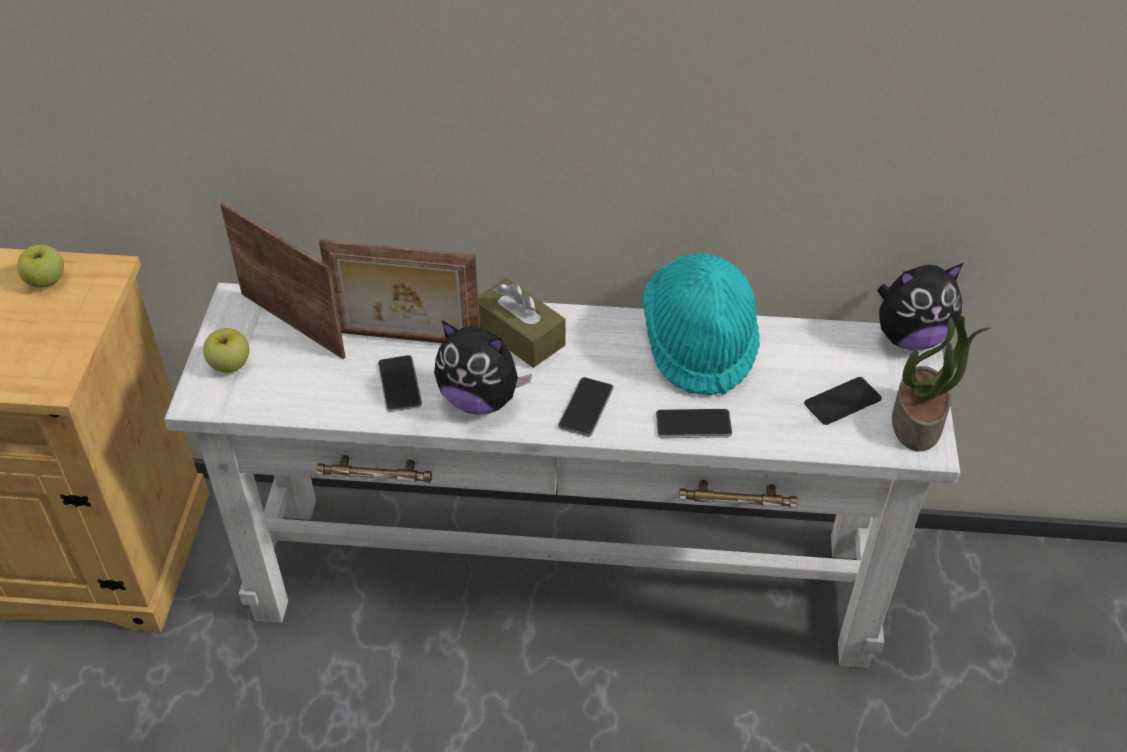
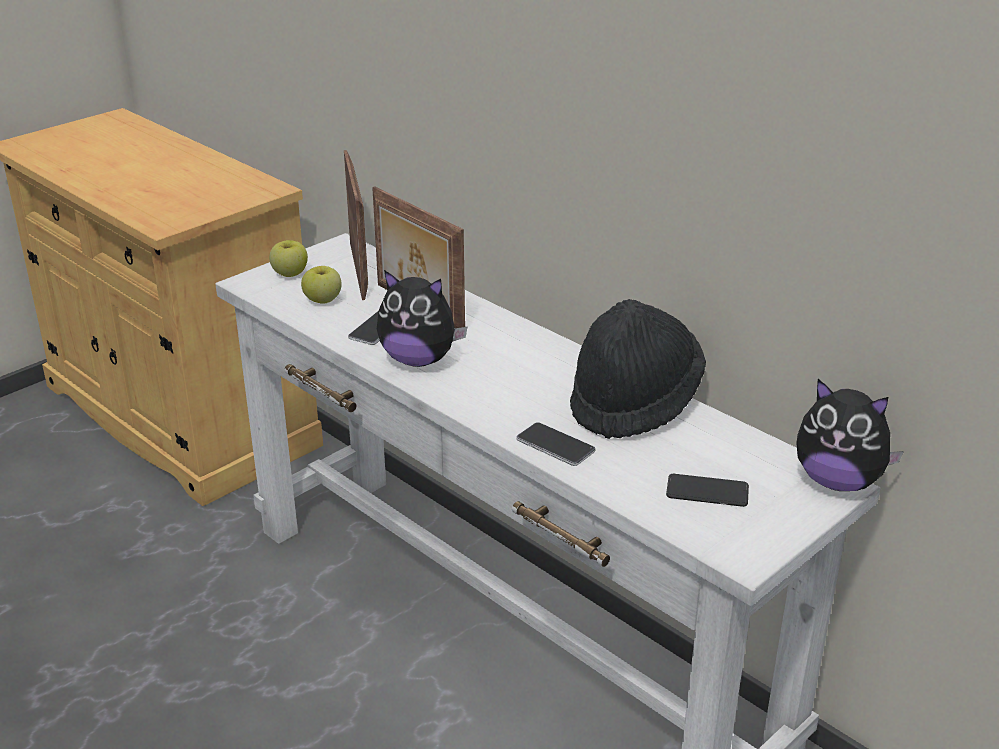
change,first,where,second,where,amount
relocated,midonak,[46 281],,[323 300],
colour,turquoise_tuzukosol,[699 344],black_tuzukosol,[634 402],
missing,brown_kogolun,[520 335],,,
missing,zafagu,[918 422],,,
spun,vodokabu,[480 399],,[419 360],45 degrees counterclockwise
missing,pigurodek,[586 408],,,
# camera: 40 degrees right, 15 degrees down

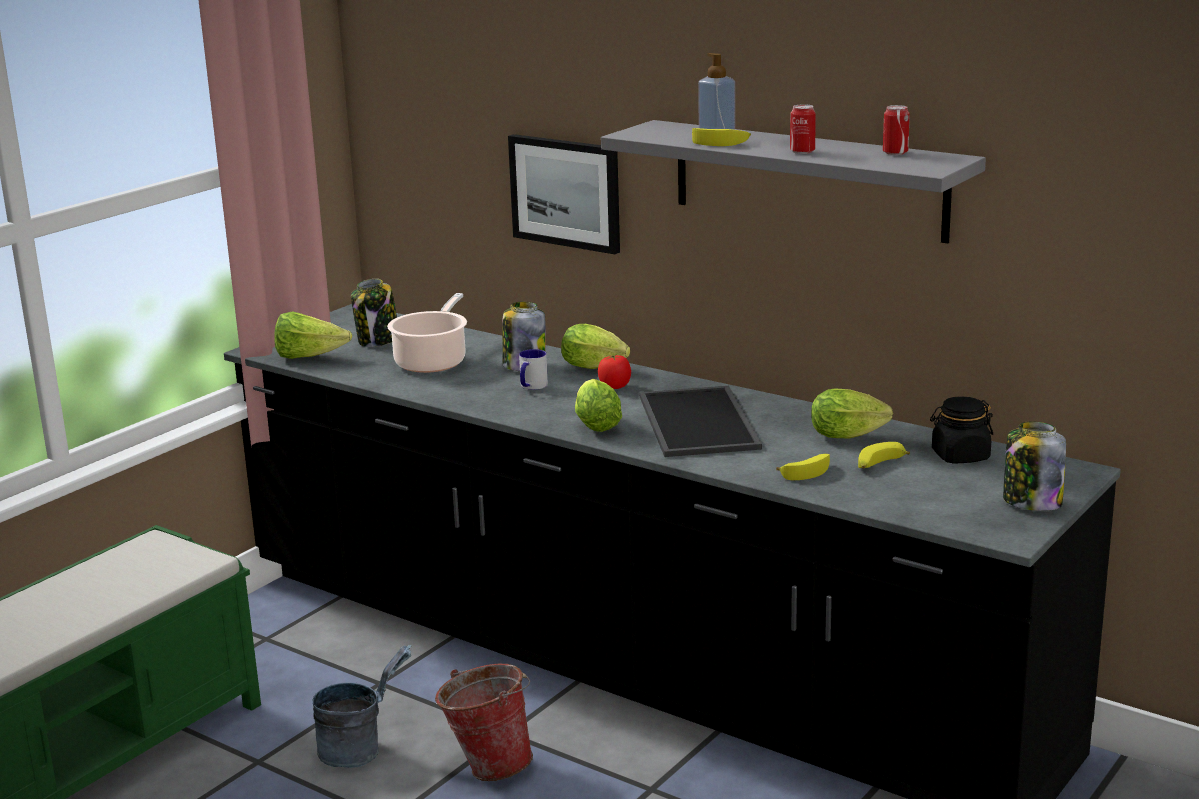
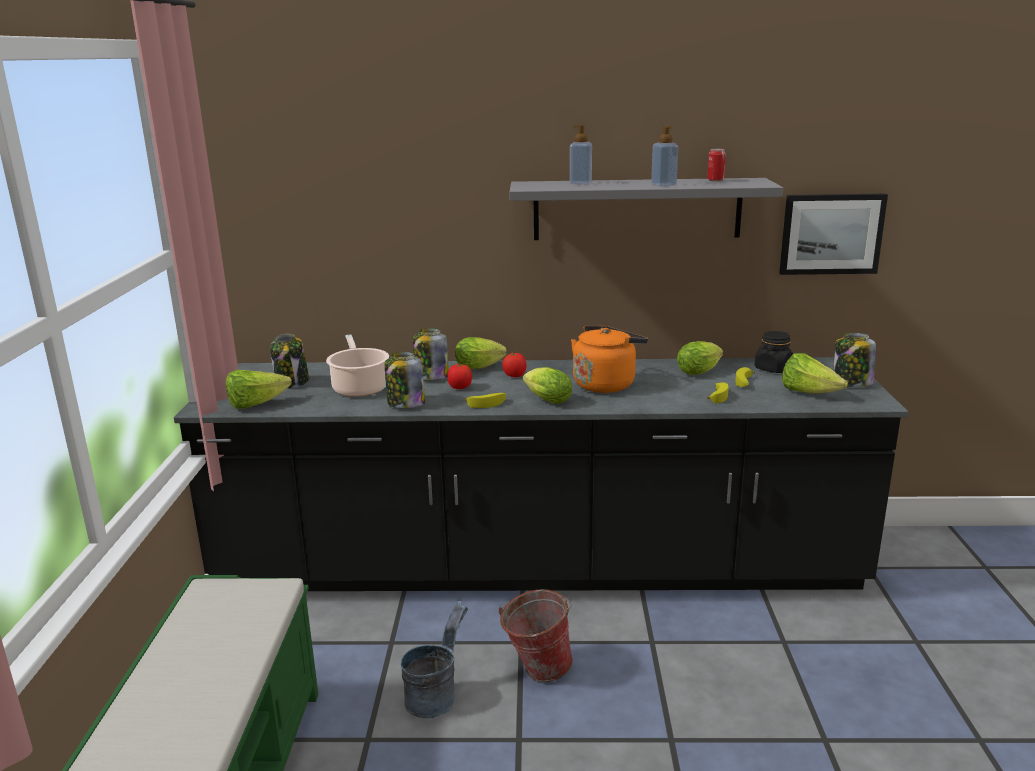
change,first,where,second,where,amount
exchanged,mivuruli,[802 151],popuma,[663 185],
relocated,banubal,[721 143],,[487 403],
relocated,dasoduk,[566 192],,[831 234],
exchanged,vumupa,[531 387],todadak,[460 387],
exchanged,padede,[701 422],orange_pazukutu,[606 384],
appeared,,,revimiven,[405 404],
appeared,,,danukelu,[808 393],
# camera: 35 degrees left, 0 degrees up

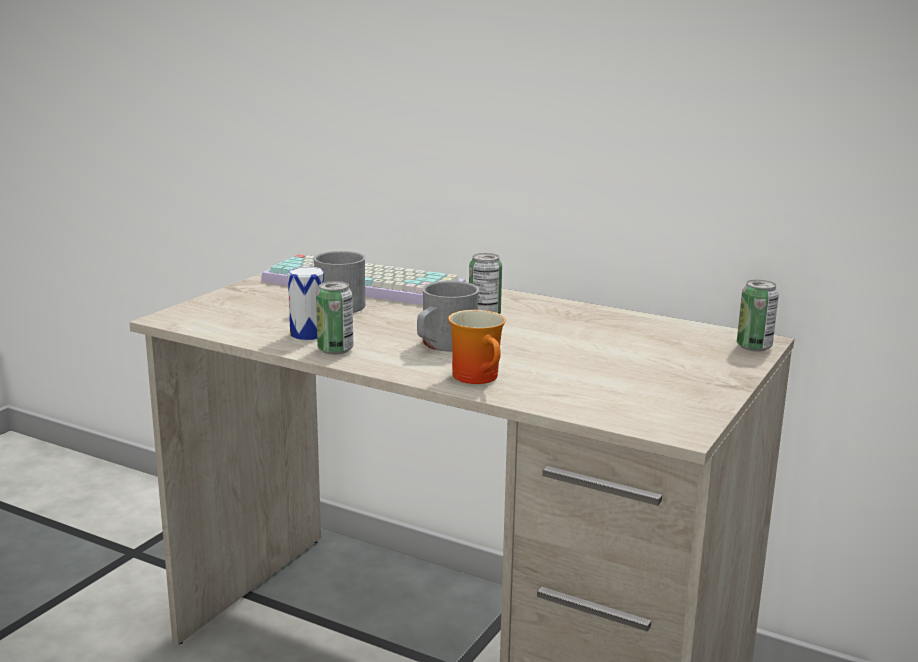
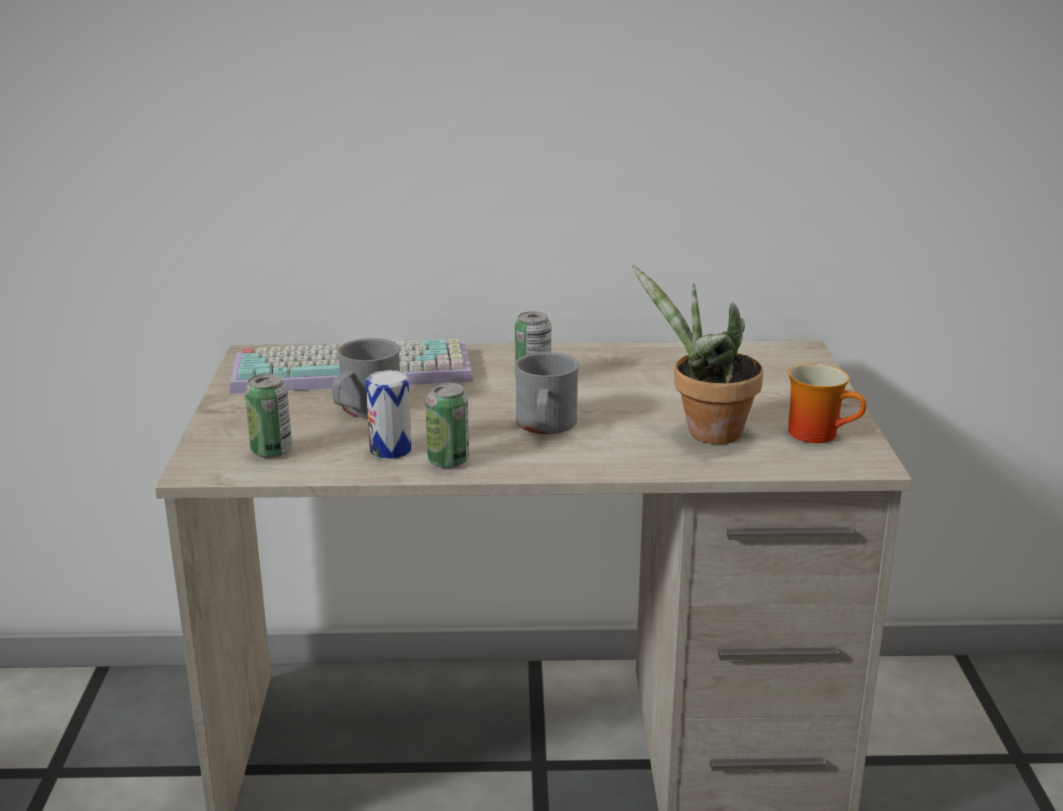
change,first,where,second,where,amount
relocated,mivuruli,[754 347],,[271 451],
relocated,vumupa,[481 377],,[819 433],
appeared,,,zafagu,[705 432],
# camera: 30 degrees left, 5 degrees up

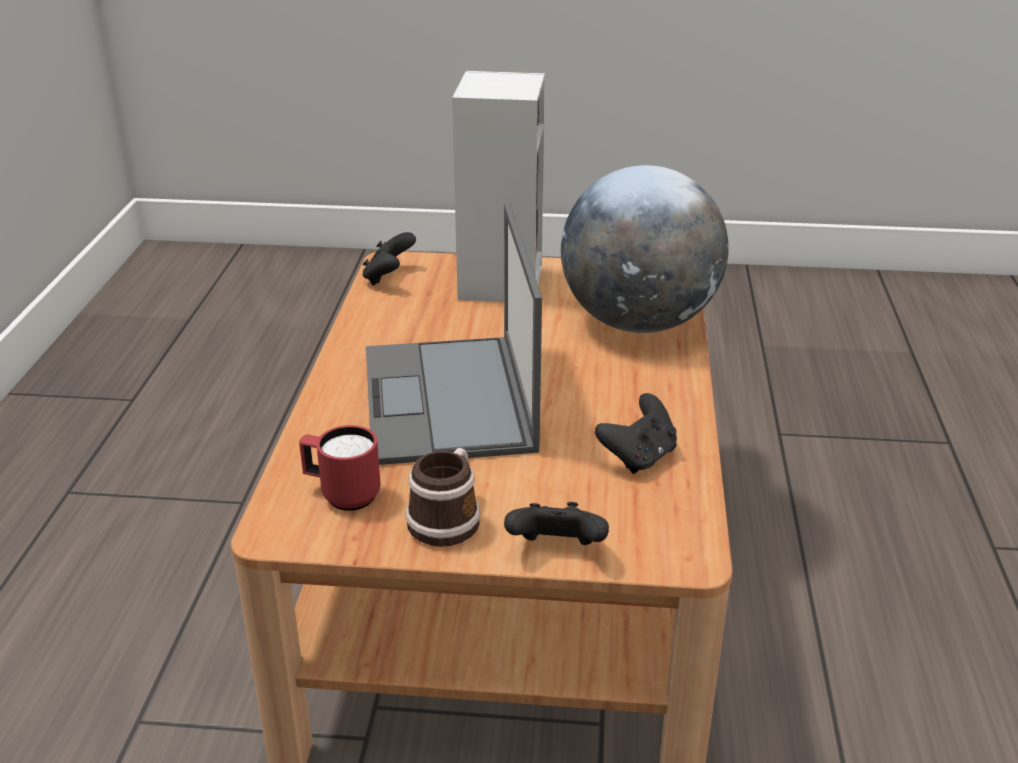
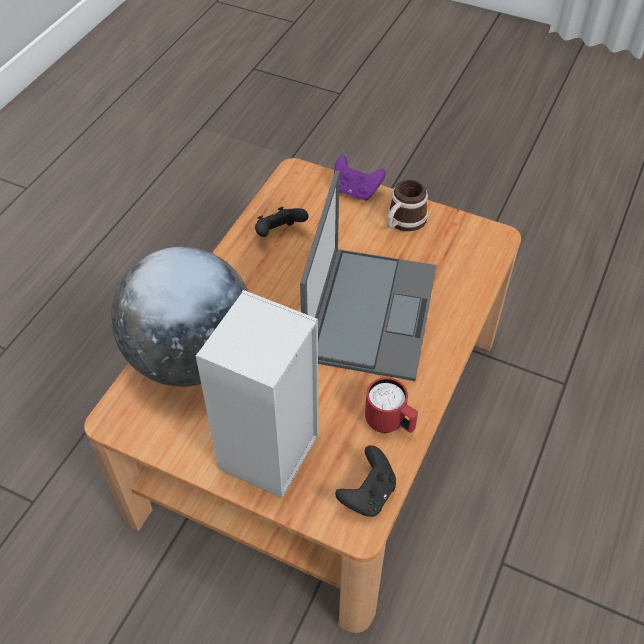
change,first,where,second,where,amount
relocated,red_vumupa,[342 495],,[390 423],
colour,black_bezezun,[556 550],purple_bezezun,[356 191],
# camera: 160 degrees left, 20 degrees up

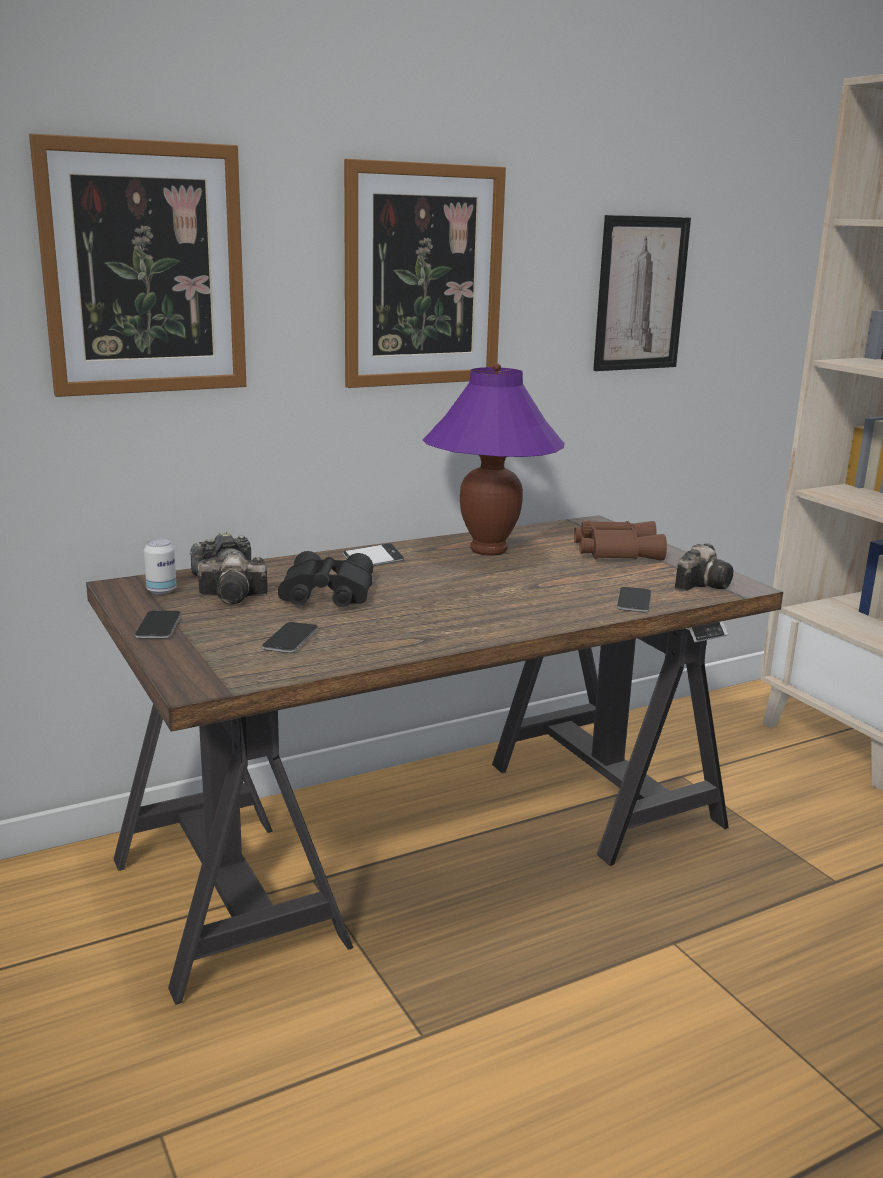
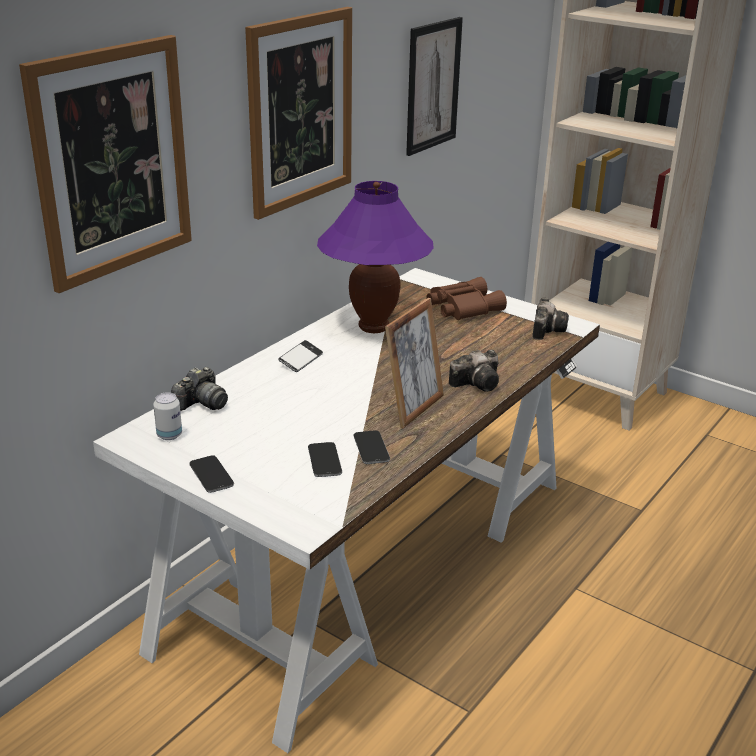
change,first,where,second,where,amount
colour,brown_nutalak,[431 841],white_nutalak,[370 560],
missing,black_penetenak,[324 594],,,
relocated,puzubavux,[235 597],,[478 383],
relocated,pigurodek,[634 601],,[371 448],
appeared,,,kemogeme,[413 408],
# camera: 25 degrees left, 10 degrees up

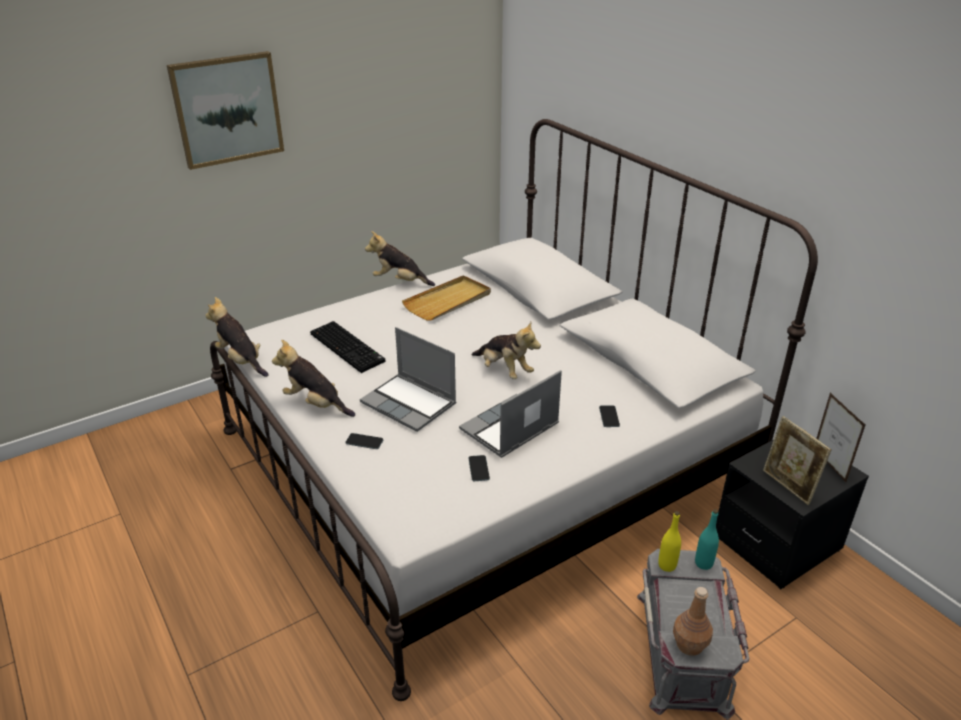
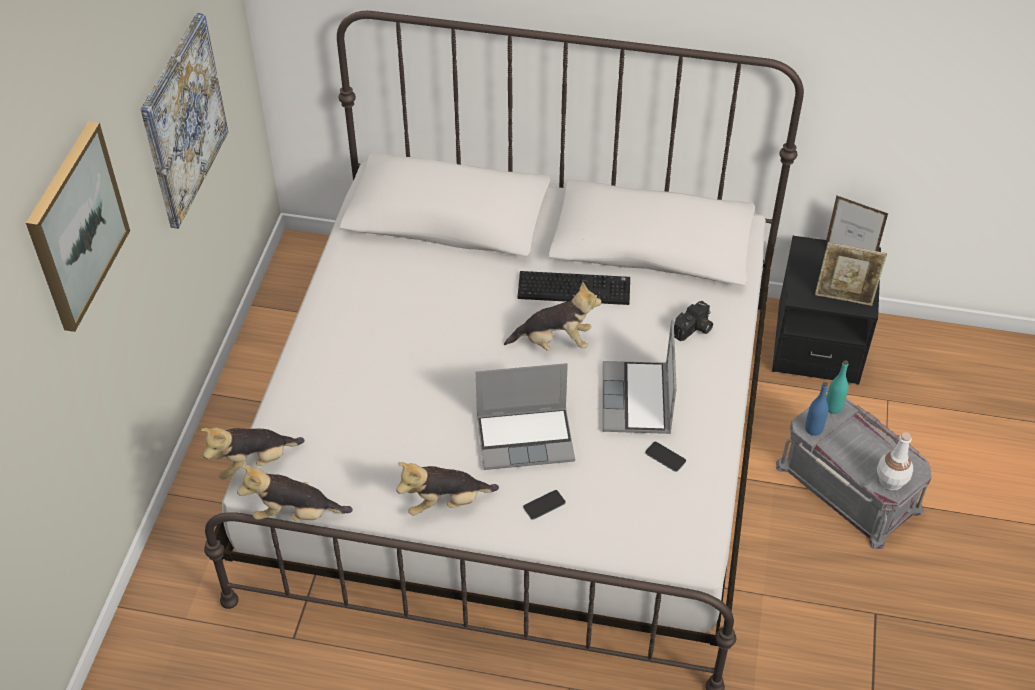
change,first,where,second,where,amount
relocated,vodokabu,[400 281],,[254 463],
missing,beige_padede,[448 301],,,
relocated,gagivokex,[349 347],,[575 288],
exchanged,pigurodek,[609 416],puzubavux,[694 330],
colour,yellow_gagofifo,[667 565],blue_gagofifo,[813 429],
colour,brown_gagofifo,[689 644],white_gagofifo,[890 481],
appeared,,,dasoduk,[183 120],
# camera: 45 degrees left, 15 degrees up

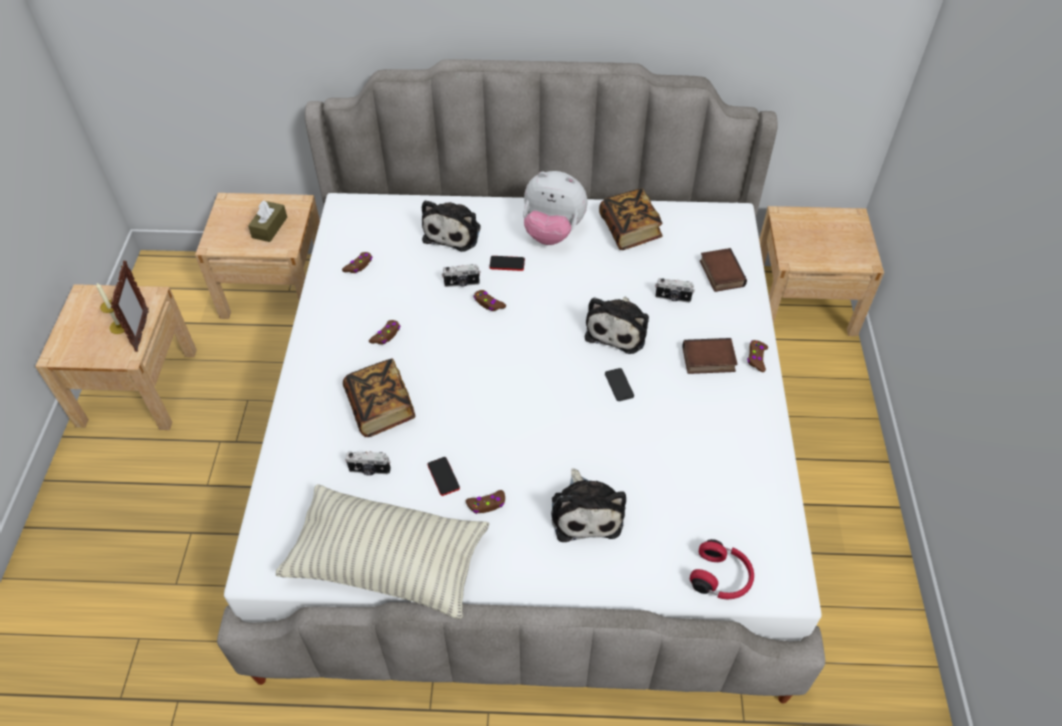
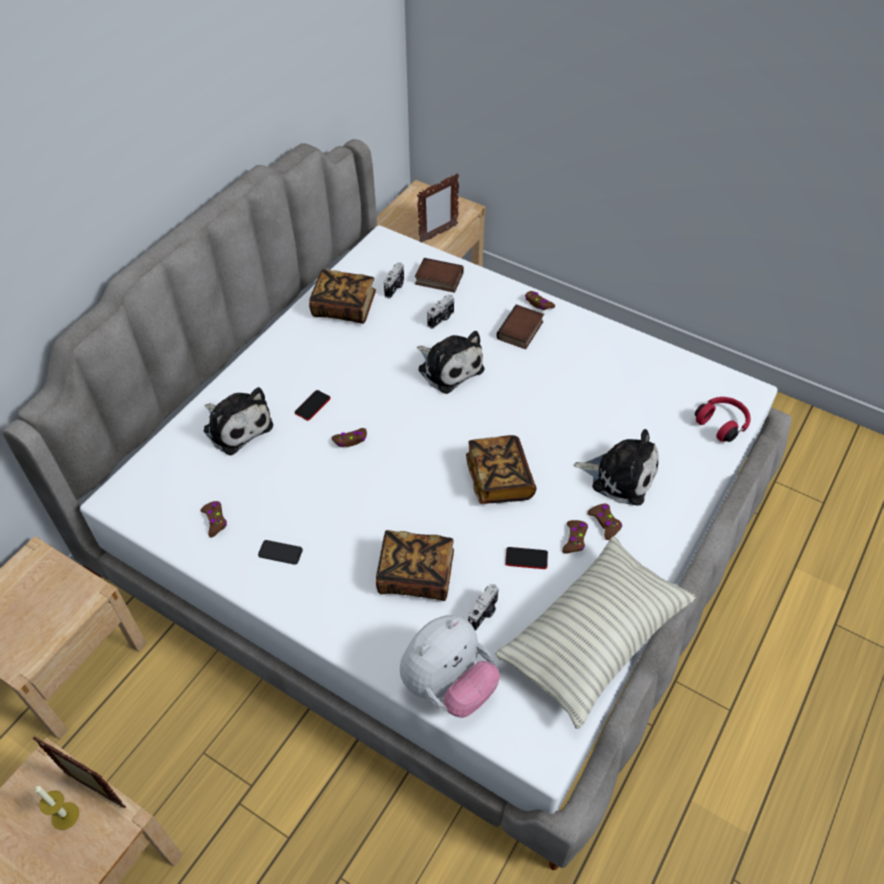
change,first,where,second,where,amount
relocated,vodokabu,[552 232],,[448 685],
missing,brown_kogolun,[269 227],,,
relocated,puzubavux,[462 284],,[395 288],
relocated,brown_bezezun,[386 335],,[605 523],
relocated,pigurodek,[619 385],,[280 552],
appeared,,,kemogeme,[438 234],
appeared,,,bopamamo,[499 480],
# camera: 60 degrees left, 0 degrees up

